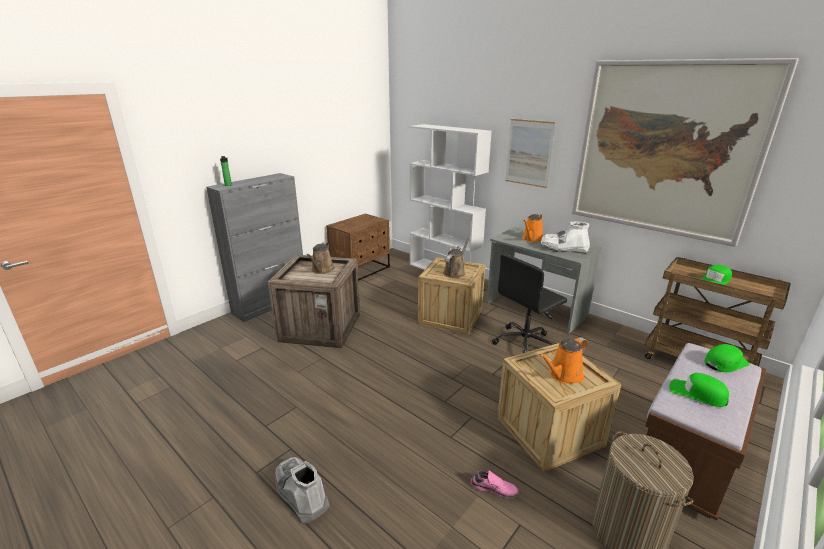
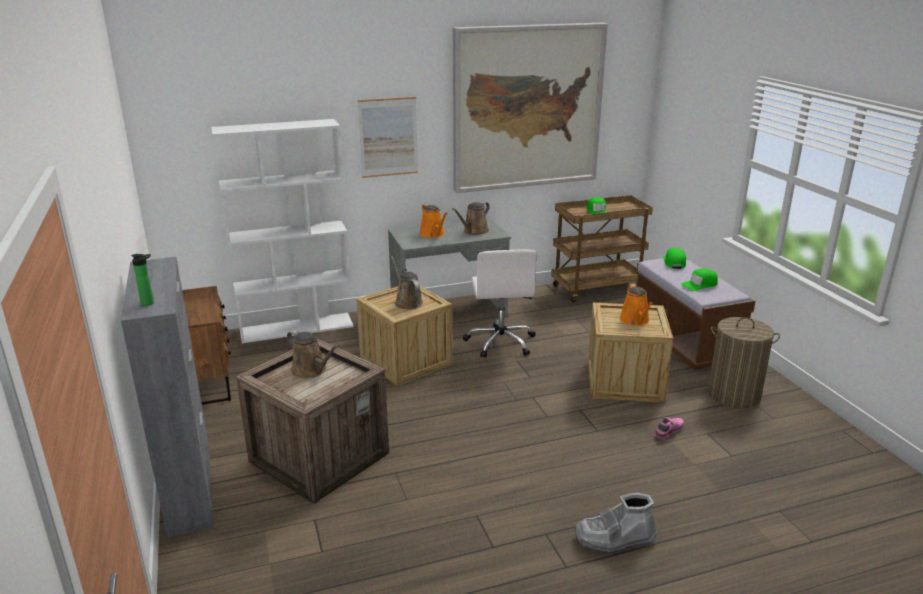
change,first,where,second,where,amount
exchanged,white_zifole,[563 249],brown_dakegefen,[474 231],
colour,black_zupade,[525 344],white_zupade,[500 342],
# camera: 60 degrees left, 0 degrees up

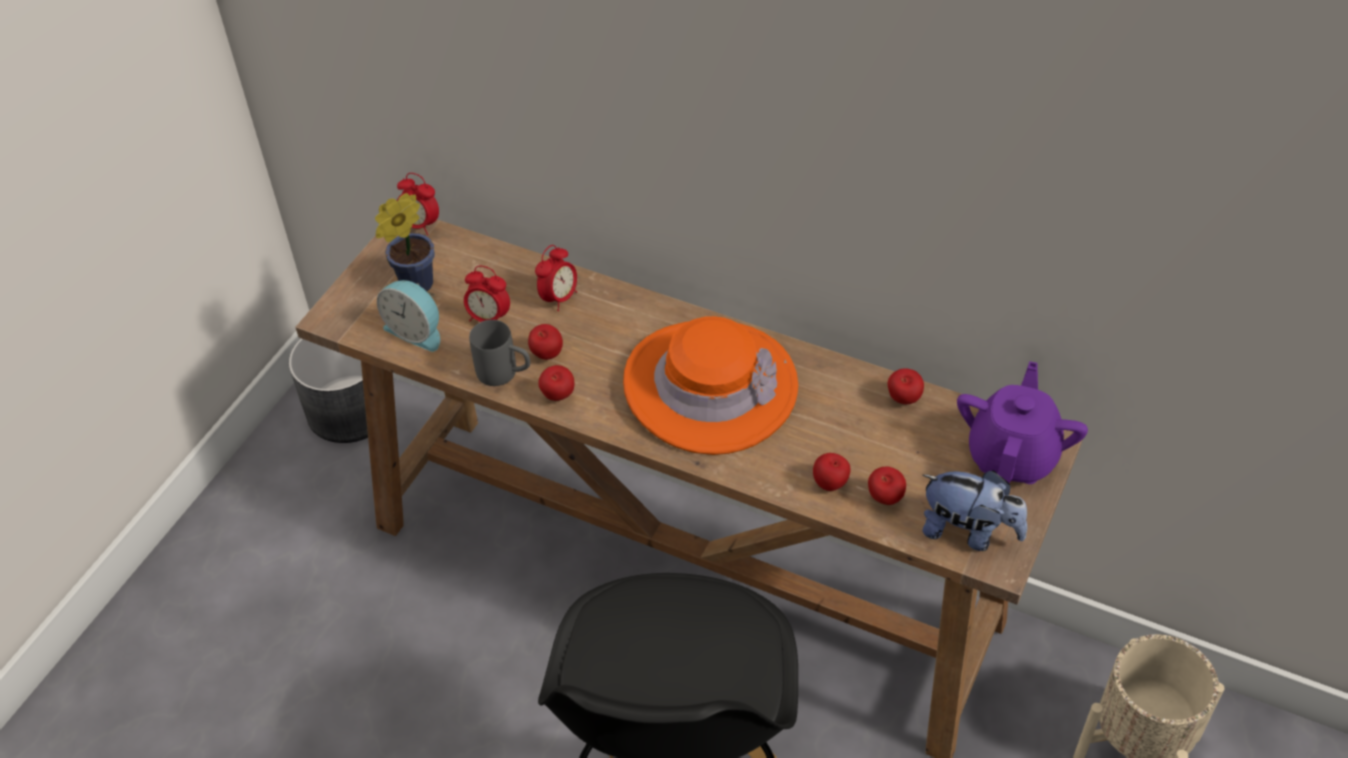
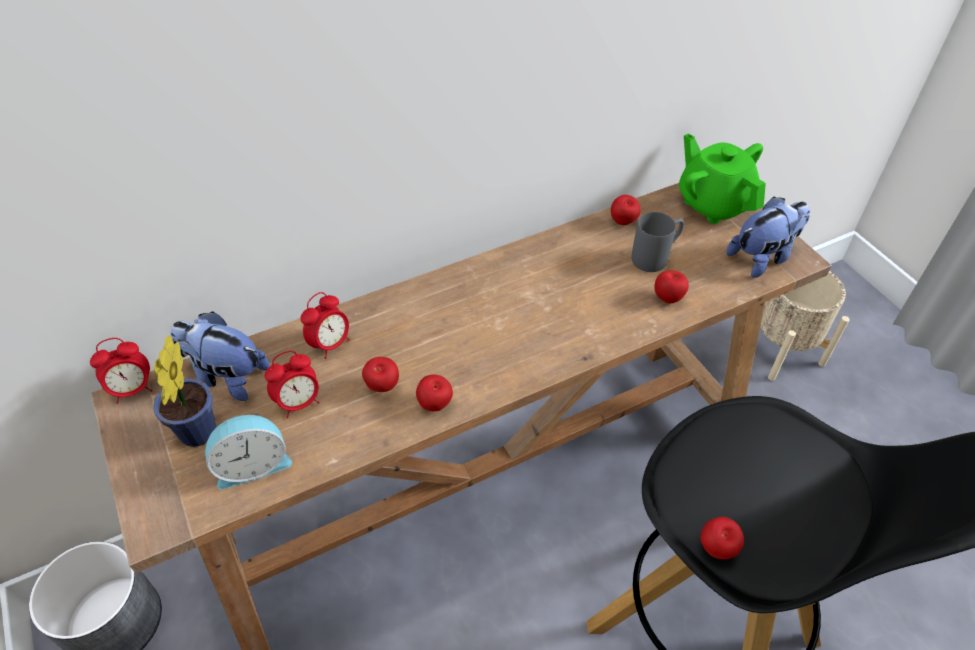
change,first,where,second,where,amount
spun,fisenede,[559 298],,[330 344],60 degrees clockwise
missing,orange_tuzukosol,[710 387],,,
relocated,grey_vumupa,[505 374],,[656 257],
colour,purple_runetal,[1012 455],green_runetal,[713 203],
relocated,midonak,[884 499],,[716 549],
appeared,,,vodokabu,[227 376],
# camera: 55 degrees left, 0 degrees up

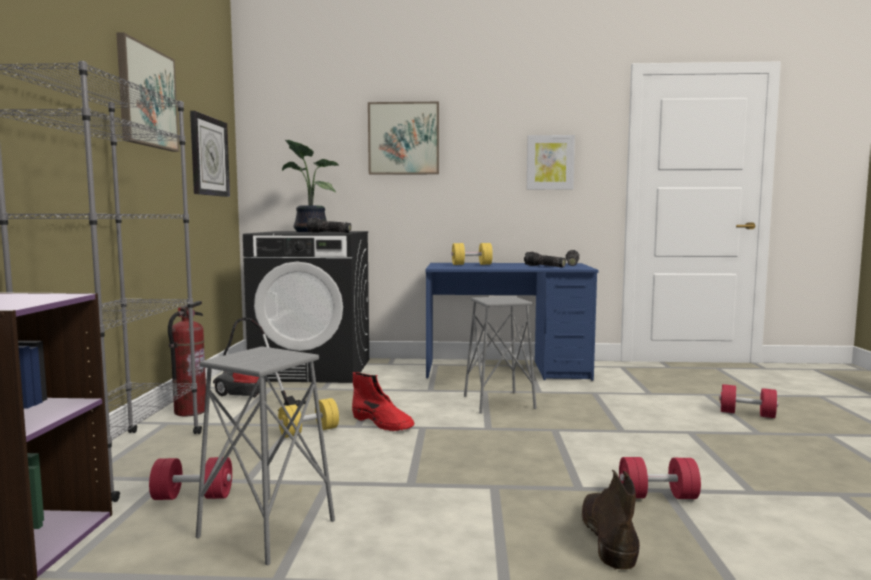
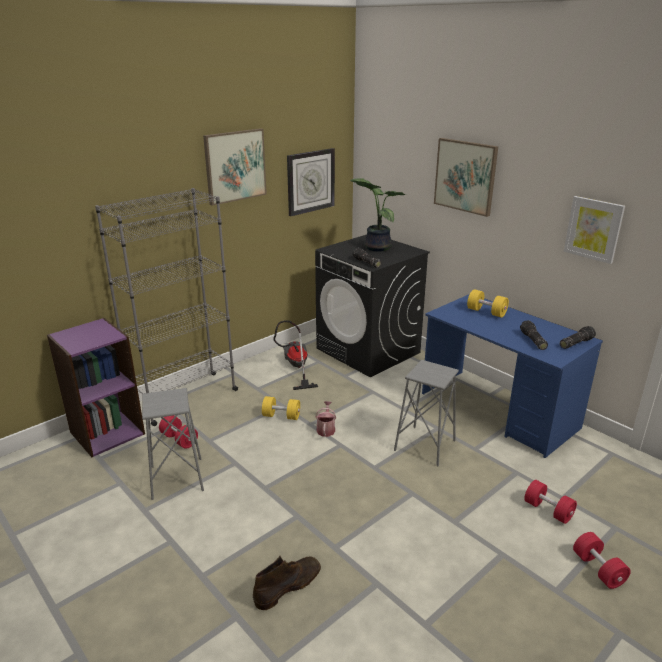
change,first,where,second,where,amount
missing,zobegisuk,[190 411],,,
exchanged,red_zifole,[382 423],dakegefen,[326 429],
relocated,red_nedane,[657 496],,[548 510],
# camera: 45 degrees right, 20 degrees up

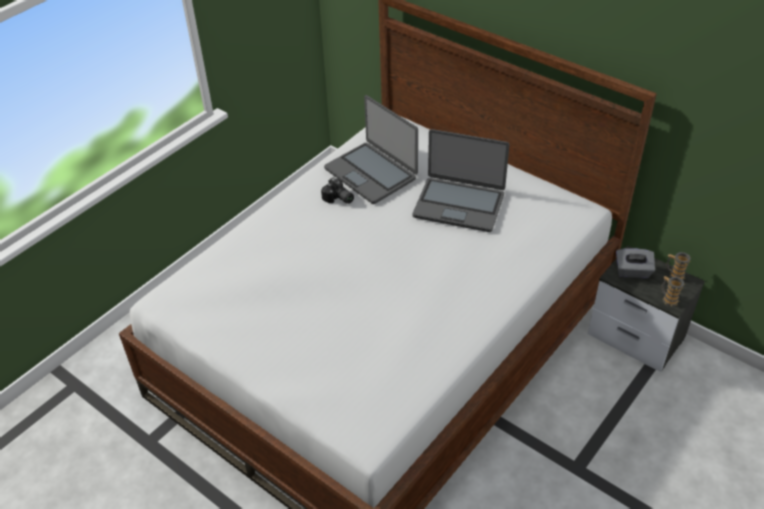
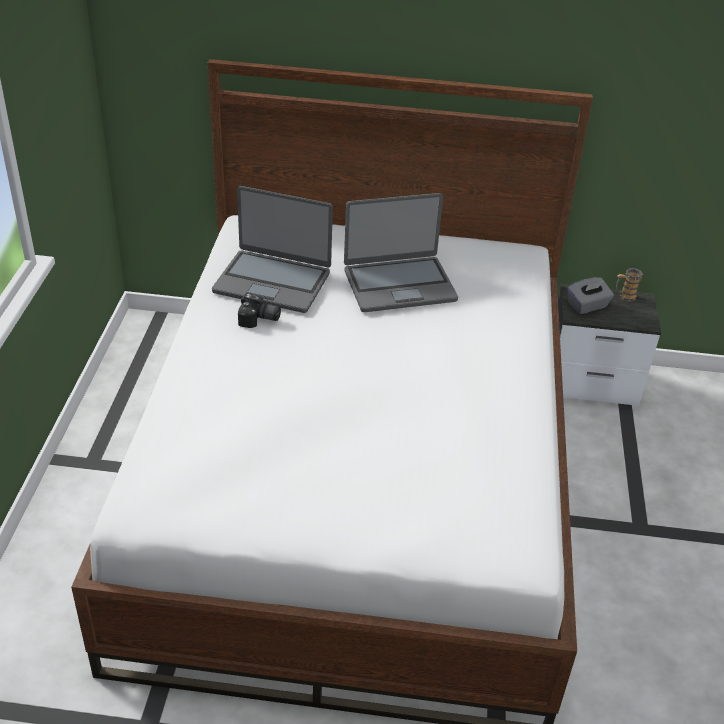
change,first,where,second,where,amount
missing,vumupa,[668 299],,,
# camera: 35 degrees left, 5 degrees down

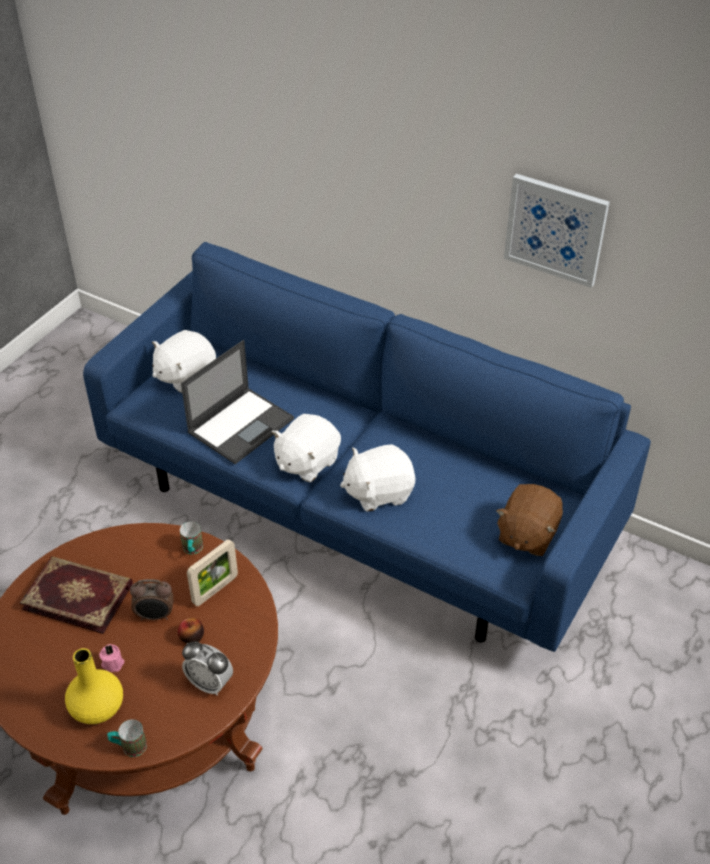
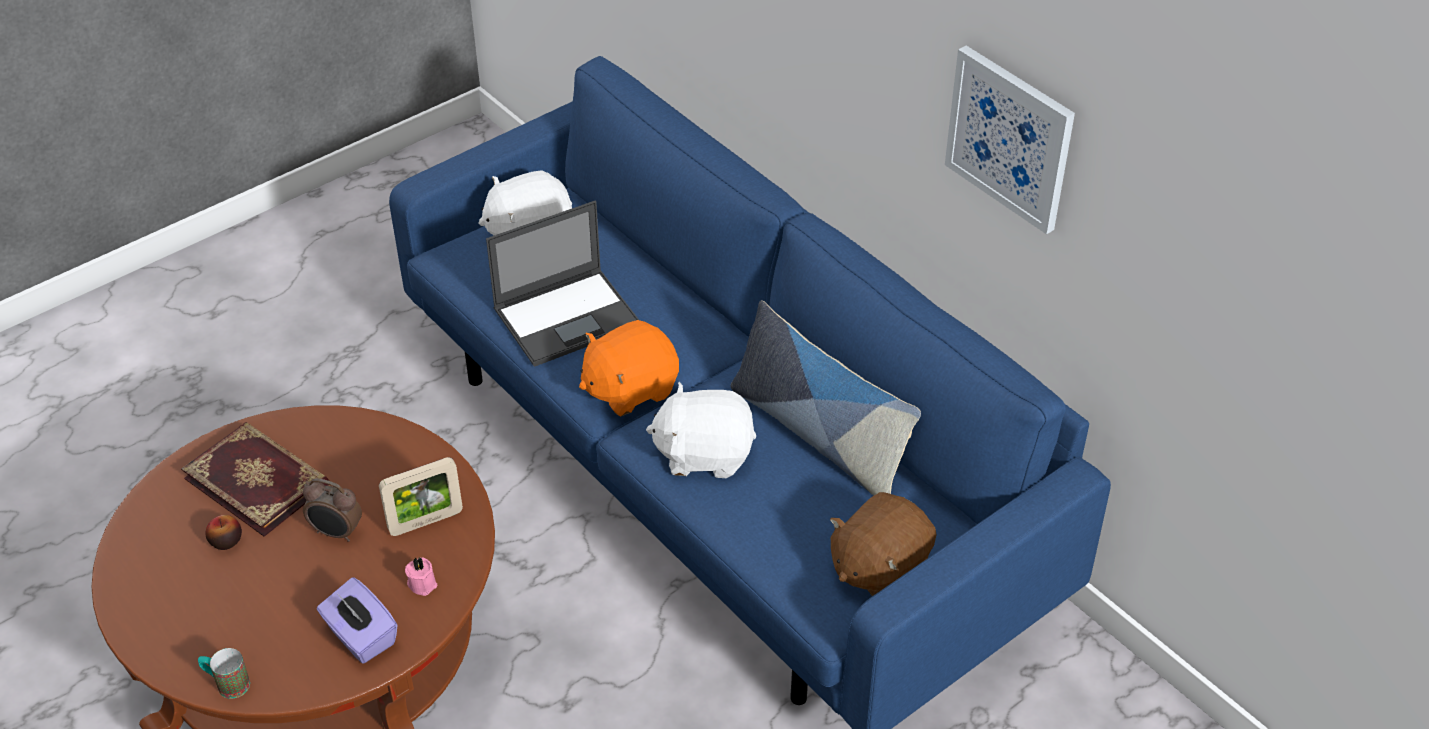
change,first,where,second,where,amount
colour,white_vodokabu,[306 462],orange_vodokabu,[629 388],
missing,vumupa,[192 550],,,
relocated,midonak,[191 637],,[226 541],
exchanged,fisenede,[210 683],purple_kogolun,[361 637],
relocated,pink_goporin,[113 662],,[423 583],
missing,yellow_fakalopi,[97 707],,,
appeared,,,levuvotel,[819 436],
# camera: 20 degrees right, 0 degrees up

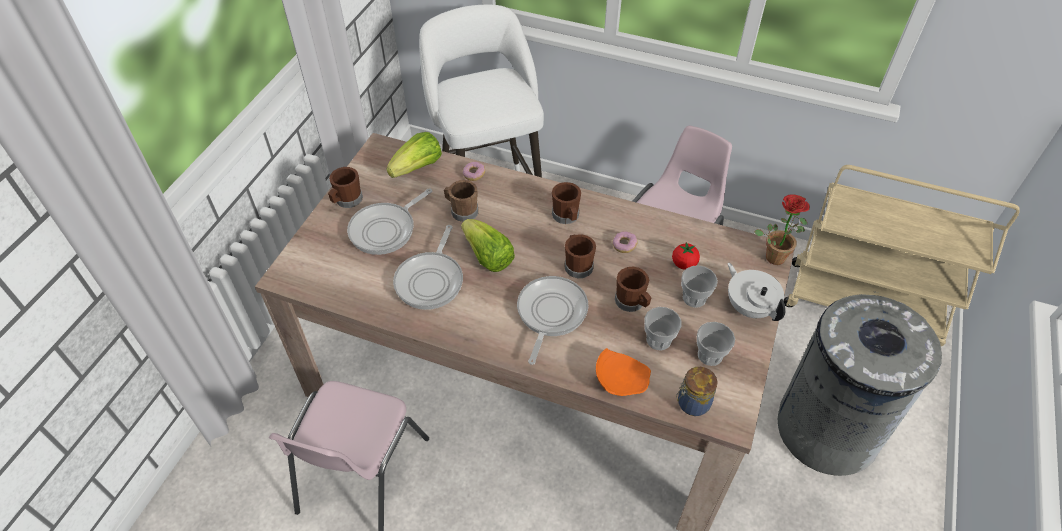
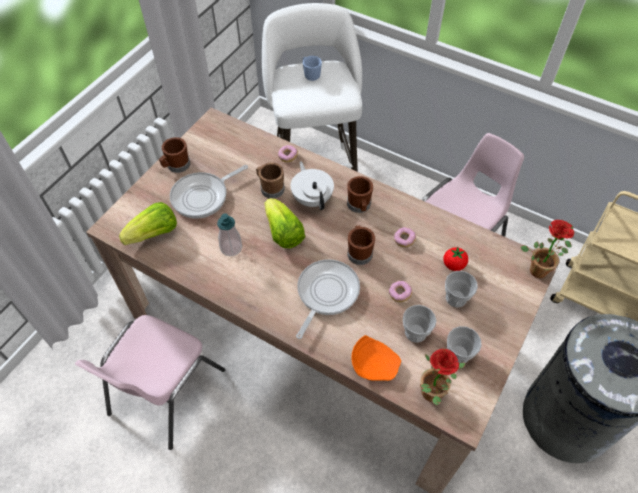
change,first,where,second,where,amount
relocated,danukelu,[418 168],,[154 234],
exchanged,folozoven,[431 280],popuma,[231 247],
relocated,white_runetal,[749 307],,[312 198],
exchanged,brown_vumupa,[632 302],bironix,[399 294],
exchanged,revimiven,[692 403],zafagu,[432 396],
appeared,,,blue_vumupa,[310 75],
# camera: 10 degrees right, 5 degrees up

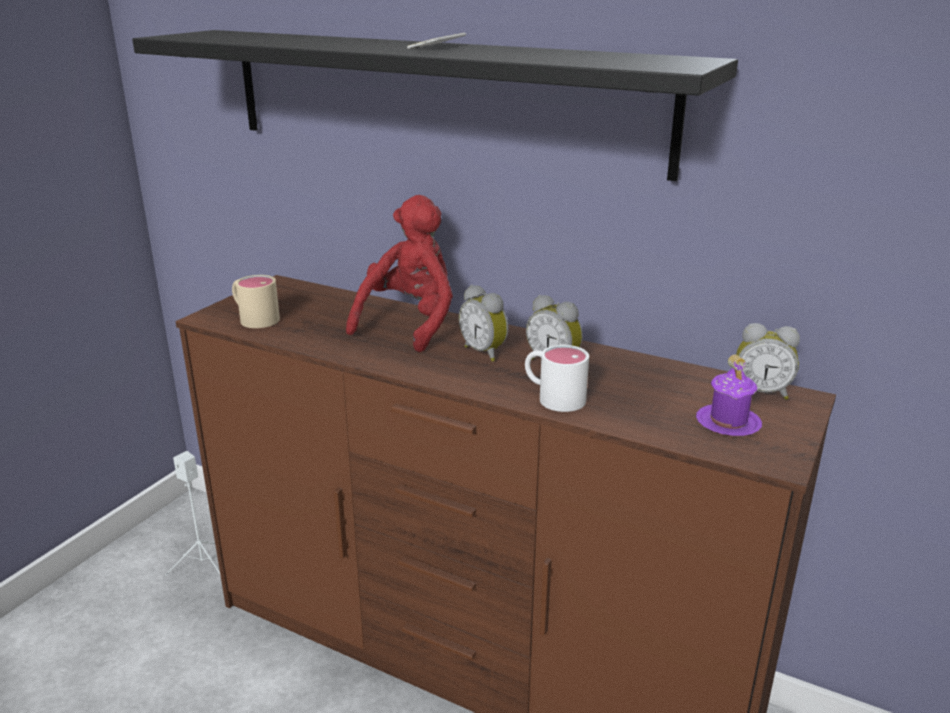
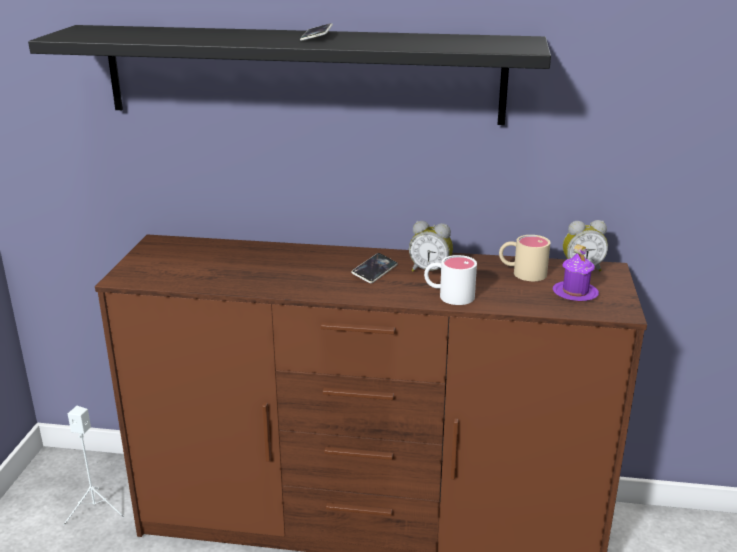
change,first,where,second,where,amount
missing,red_vodokabu,[410 323],,,
relocated,beige_vumupa,[254 318],,[522 273],
exchanged,fisenede,[485 352],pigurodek,[374 271],
# camera: 20 degrees left, 0 degrees up

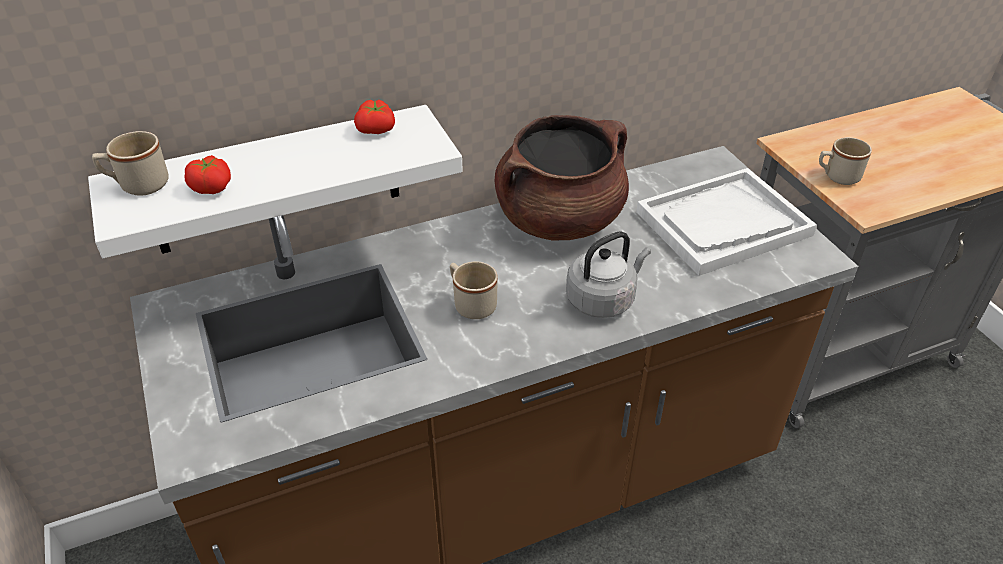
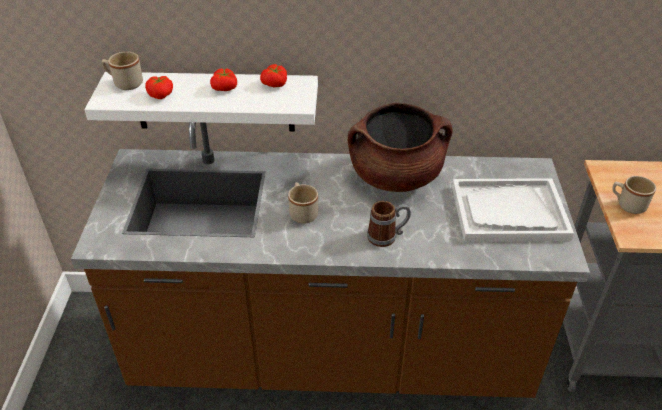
change,first,where,second,where,amount
exchanged,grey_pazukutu,[603 299],vumupa,[387 236],
appeared,,,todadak,[225 88],
# camera: 25 degrees right, 0 degrees up

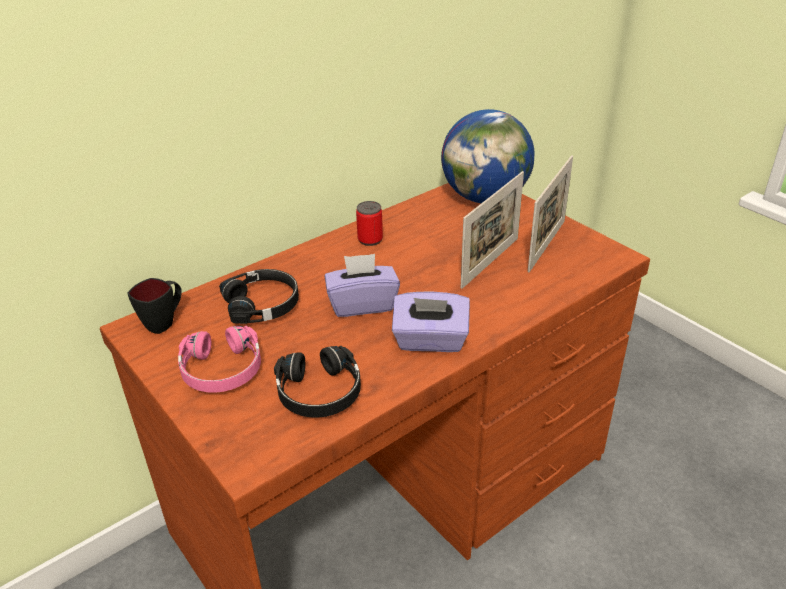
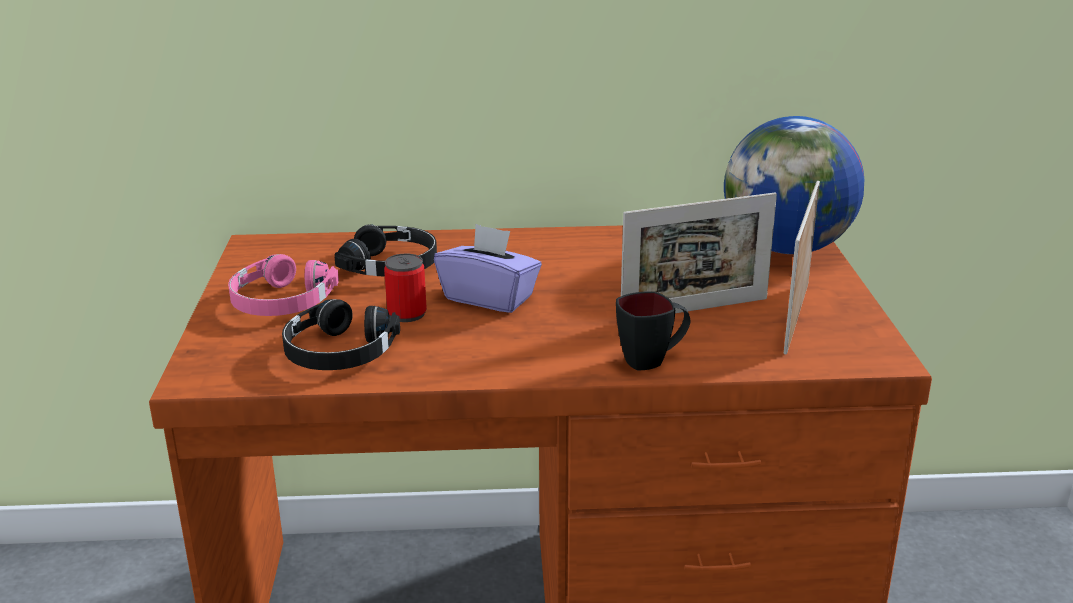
change,first,where,second,where,amount
spun,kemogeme,[546 245],,[796 317],135 degrees clockwise
relocated,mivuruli,[370 239],,[407 314],
relocated,black_vumupa,[164 322],,[652 360],
missing,purple_kogolun,[430 341],,,
# camera: 35 degrees right, 10 degrees down

